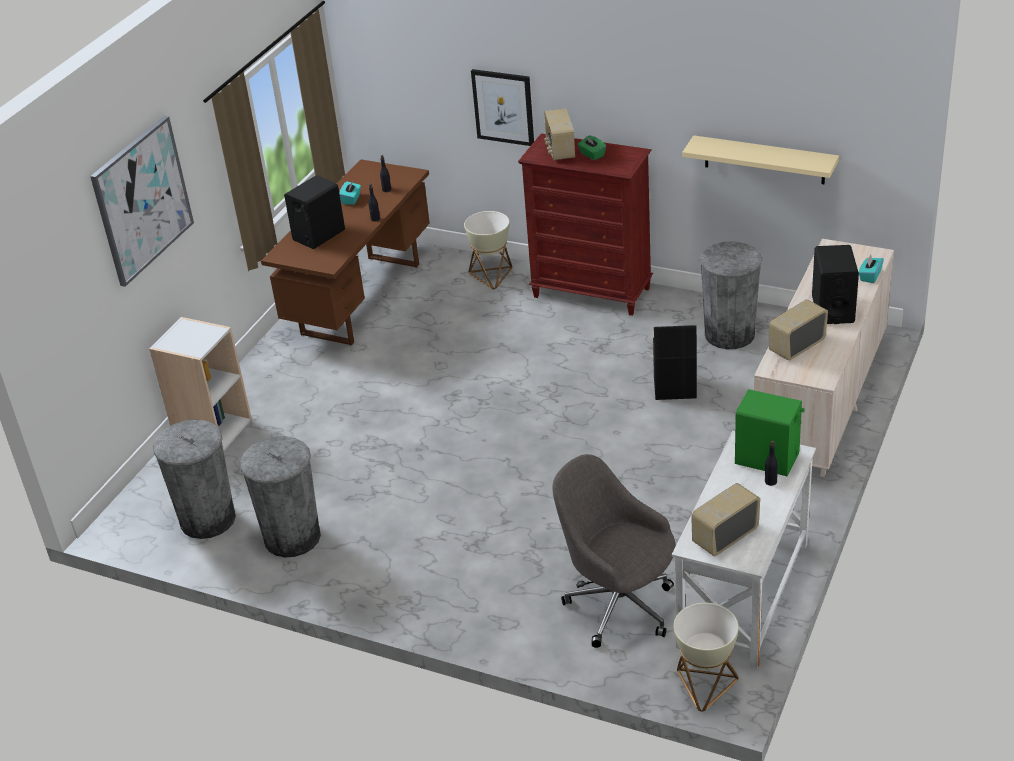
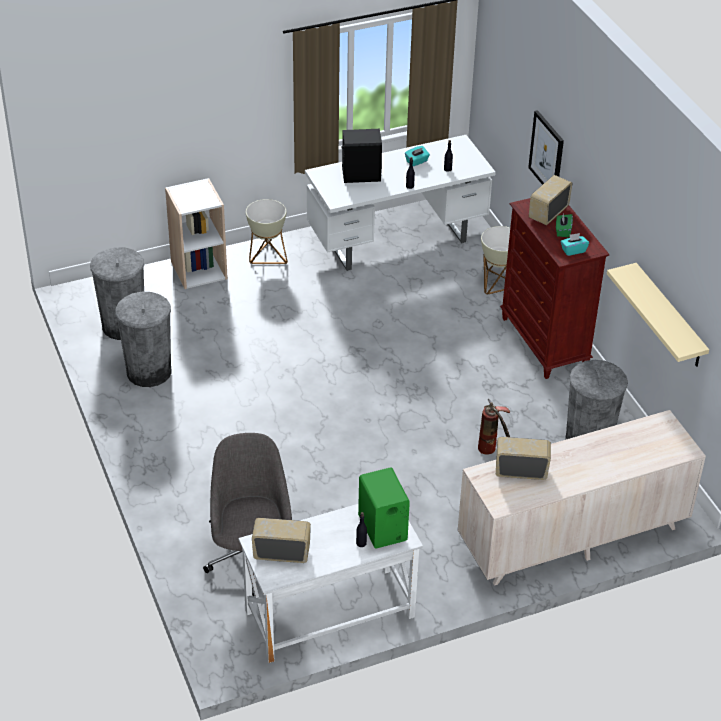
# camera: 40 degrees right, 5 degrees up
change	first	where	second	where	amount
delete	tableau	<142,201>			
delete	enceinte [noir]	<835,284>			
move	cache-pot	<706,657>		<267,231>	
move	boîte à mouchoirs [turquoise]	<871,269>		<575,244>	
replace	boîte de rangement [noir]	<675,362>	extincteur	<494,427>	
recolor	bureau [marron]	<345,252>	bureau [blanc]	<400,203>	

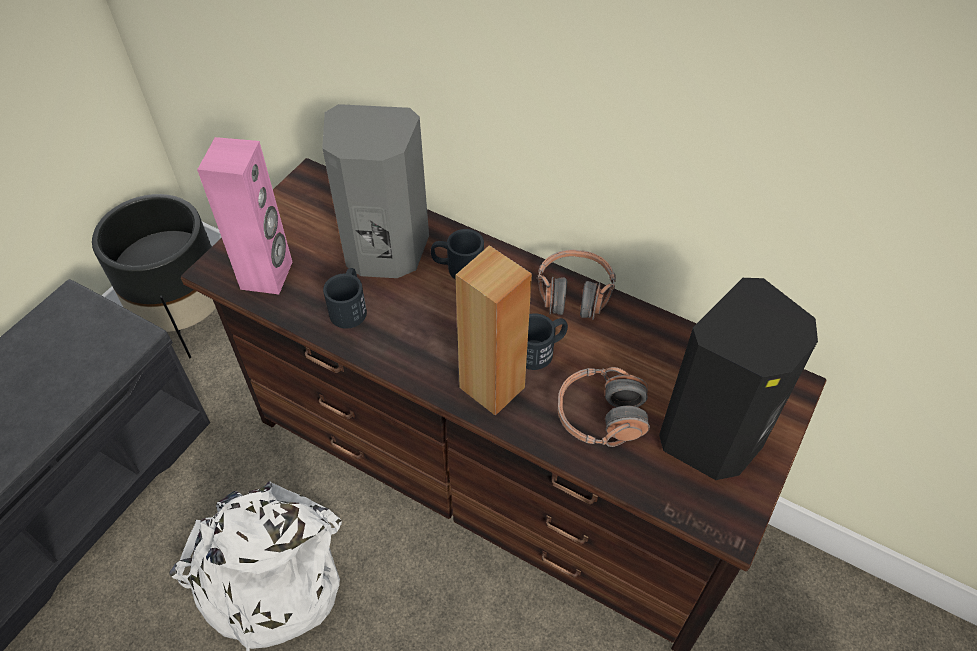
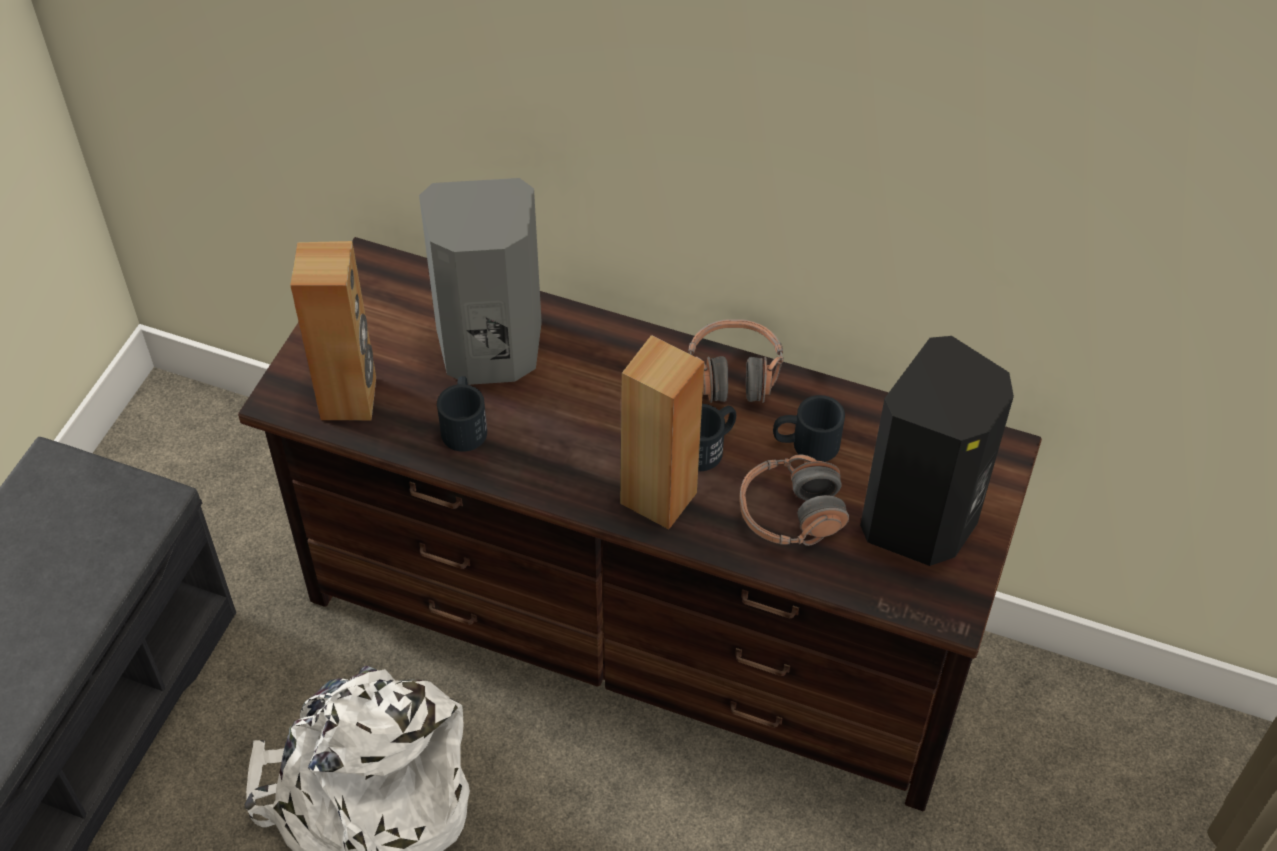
# camera: 10 degrees left, 0 degrees up
change	first	where	second	where	amount
delete	cache-pot [noir]	<154,276>			
move	mug [noir]	<457,254>		<809,428>	
recolor	enceinte [rose]	<244,216>	enceinte [marron]	<333,330>	

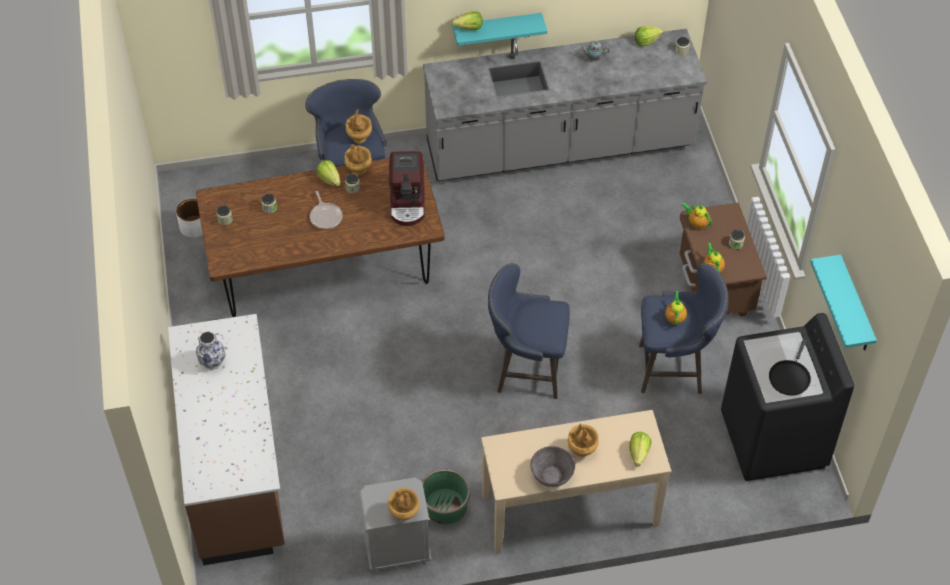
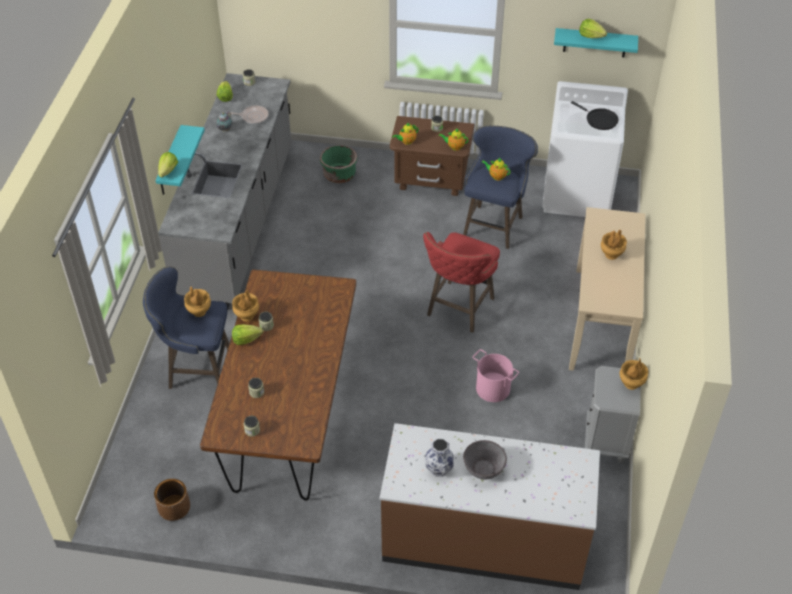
# camera: 70 degrees left, 5 degrees down
change	first	where	second	where	amount
delete	machine à café	<407,188>			
insert			seau [rose]	<495,375>	
move	poêle	<326,210>		<248,115>	
move	cache-pot [vert]	<446,496>		<338,164>	
move	bol [gris]	<552,466>		<485,460>	
move	laitue	<640,449>		<593,28>	
recolor	cache-pot [blanc]	<189,218>	cache-pot [marron]	<172,499>	
recolor	tabouret [bleu]	<529,331>	tabouret [rouge]	<461,282>	
recolor	lave-linge [noir]	<787,397>	lave-linge [blanc]	<585,149>	

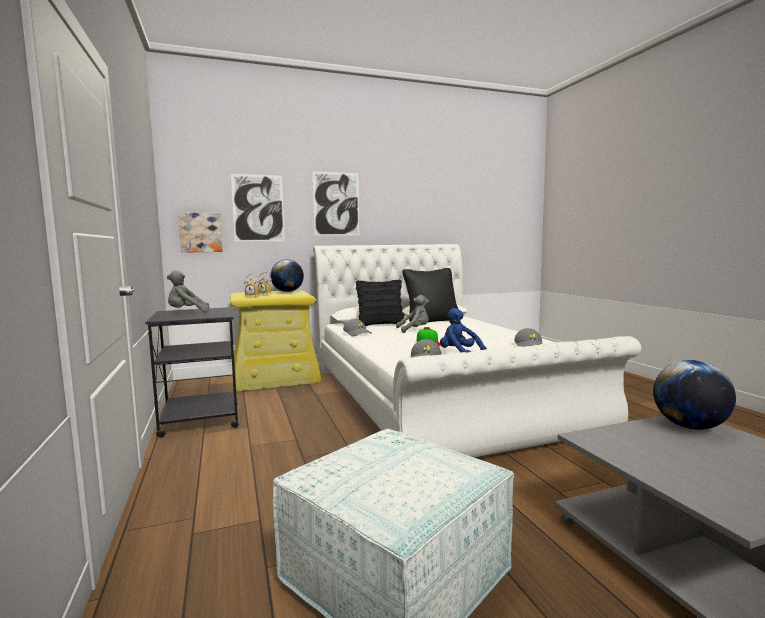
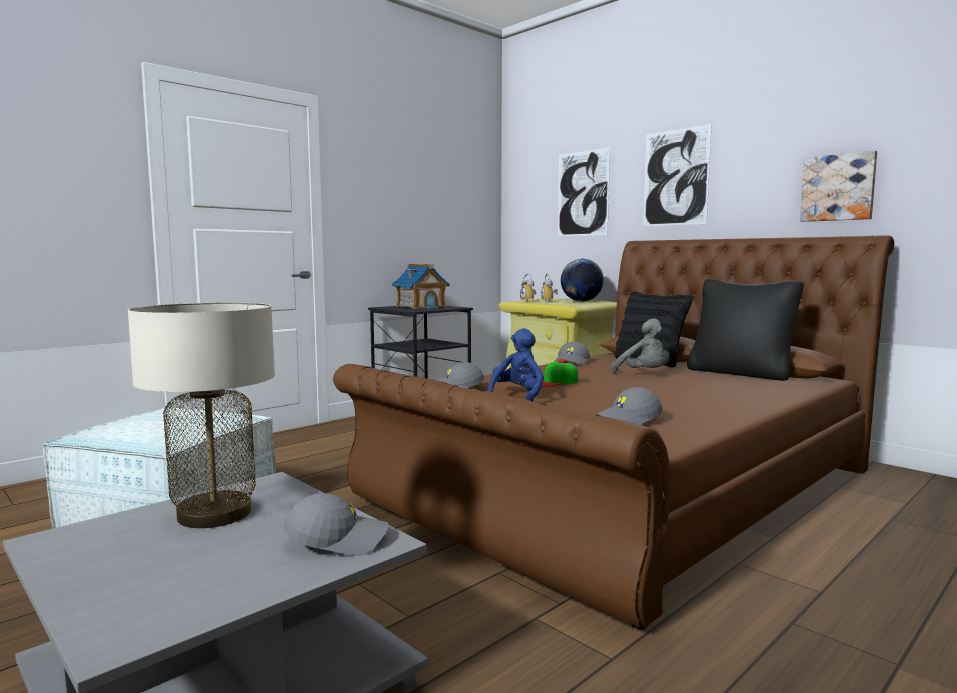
# camera: 65 degrees right, 0 degrees up
change	first	where	second	where	amount
insert			lampe de table	<201,415>	
move	tableau	<200,233>		<838,186>	
replace	peluche [gris]	<188,291>	maison miniature	<421,286>	
replace	globe	<694,395>	casquette [gris]	<336,524>	
recolor	lit [blanc]	<477,350>	lit [marron]	<613,432>	

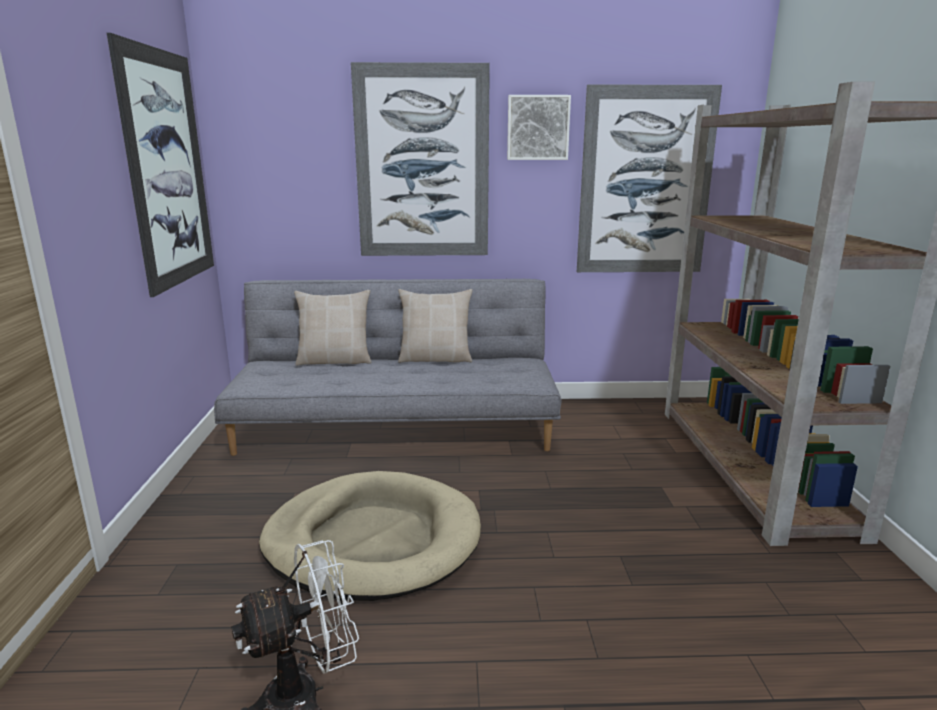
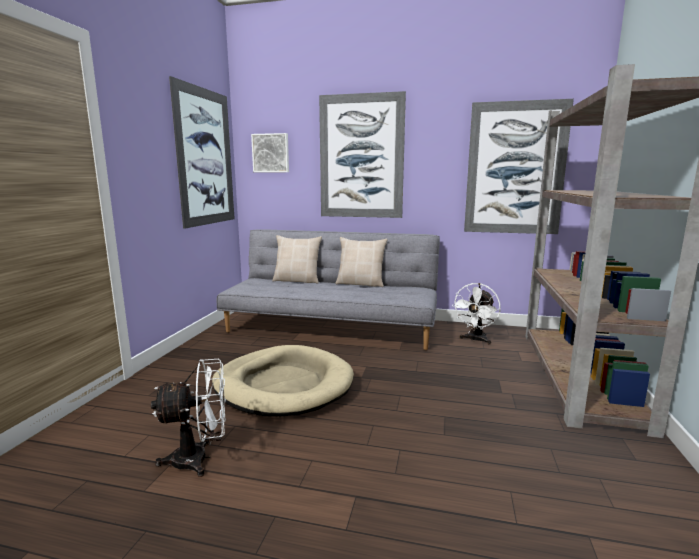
# camera: 15 degrees right, 5 degrees down
change	first	where	second	where	amount
insert			ventilateur [blanc]	<476,314>	
move	tableau	<539,127>		<270,152>	

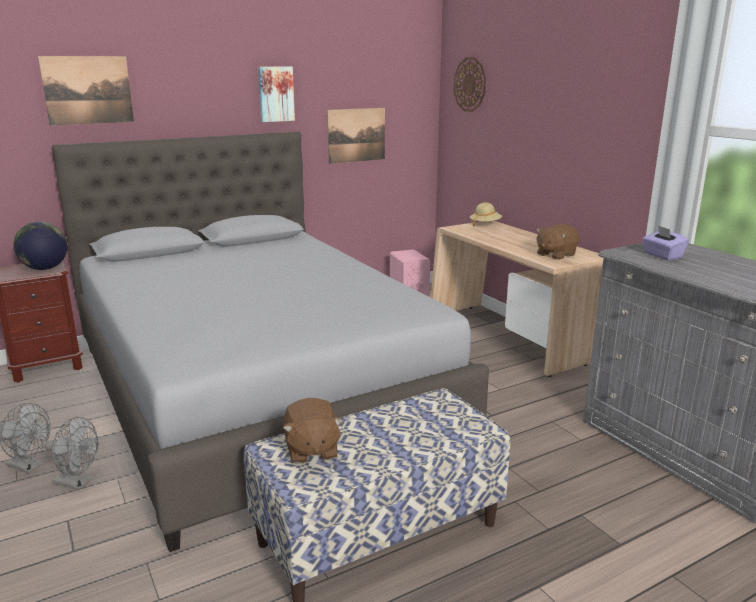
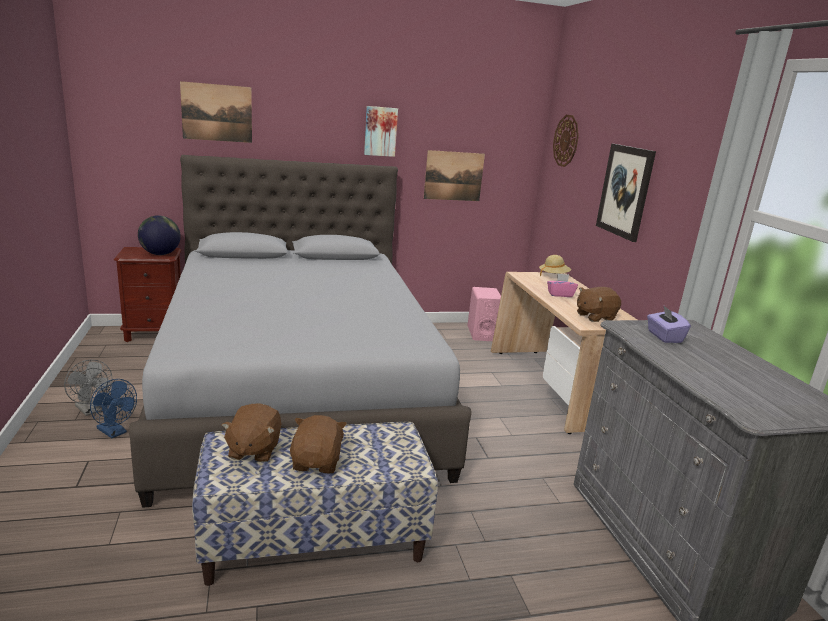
# camera: 15 degrees right, 0 degrees up
change	first	where	second	where	amount
insert			peluche [marron]	<318,444>	
insert			boîte à mouchoirs [rose]	<562,285>	
insert			tableau	<626,193>	
recolor	ventilateur [gris]	<71,453>	ventilateur [bleu]	<113,408>	

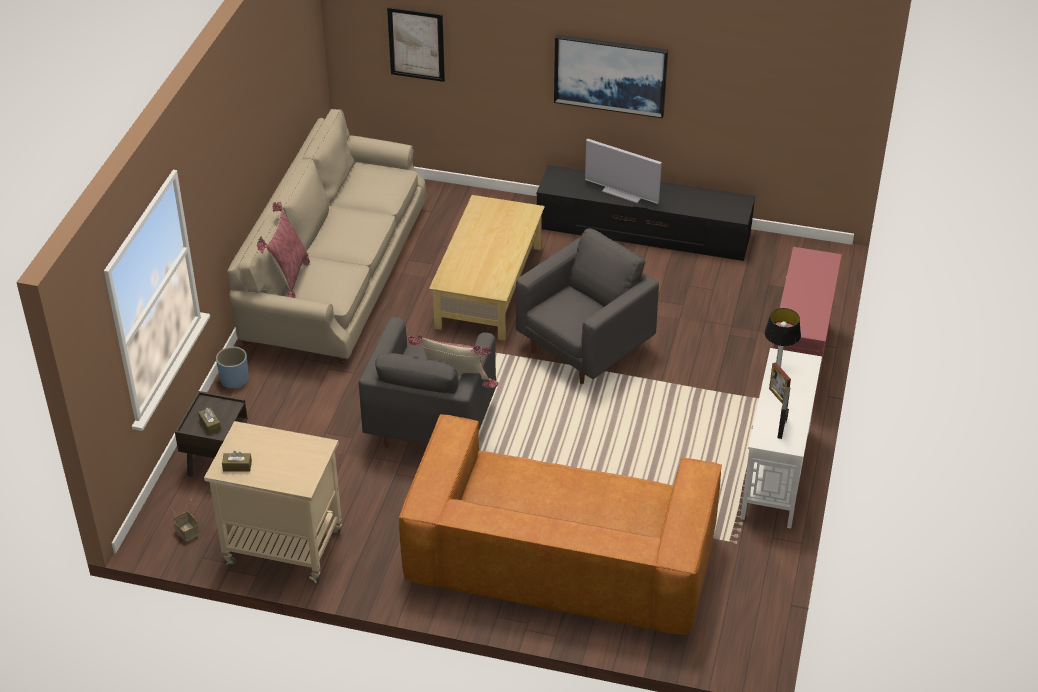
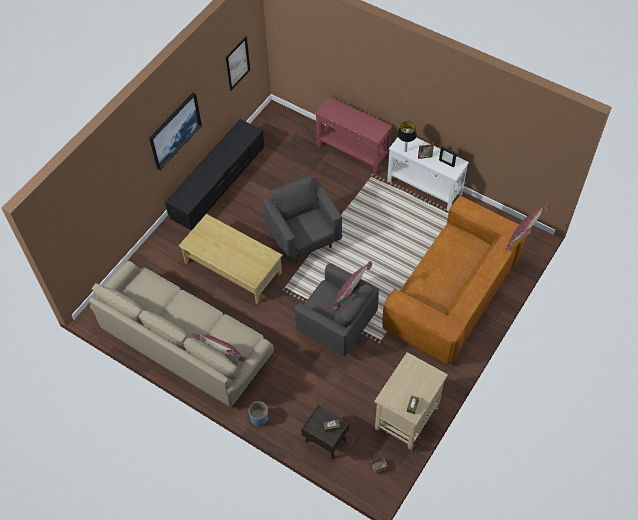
# camera: 70 degrees left, 15 degrees up
change	first	where	second	where	amount
delete	téléviseur	<623,171>			
insert			coussin [rouge]	<527,226>	
move	tableau	<416,44>		<238,64>	

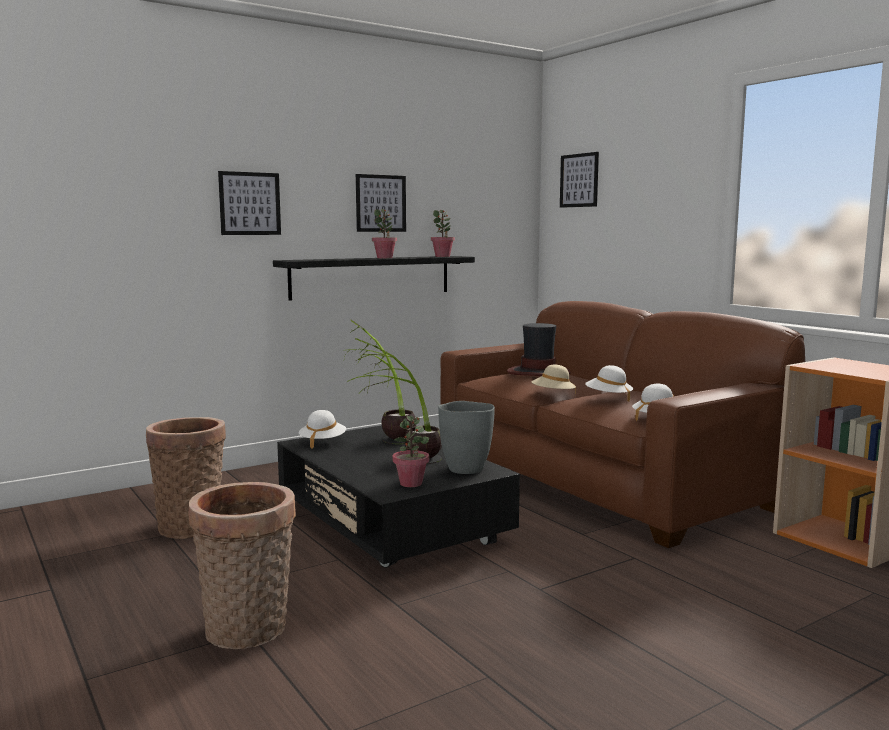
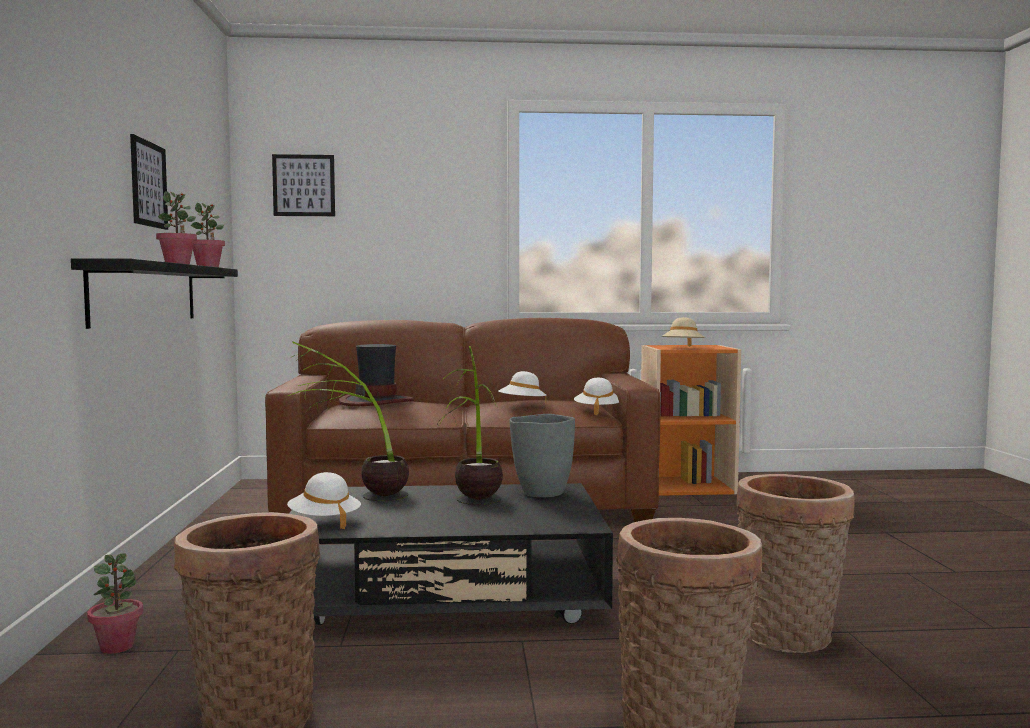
# camera: 60 degrees left, 5 degrees down
change	first	where	second	where	amount
delete	tableau	<249,203>			
insert			panier	<796,563>	
move	plante en pot	<410,451>		<115,603>	
move	chapeau [beige]	<554,379>		<683,332>	

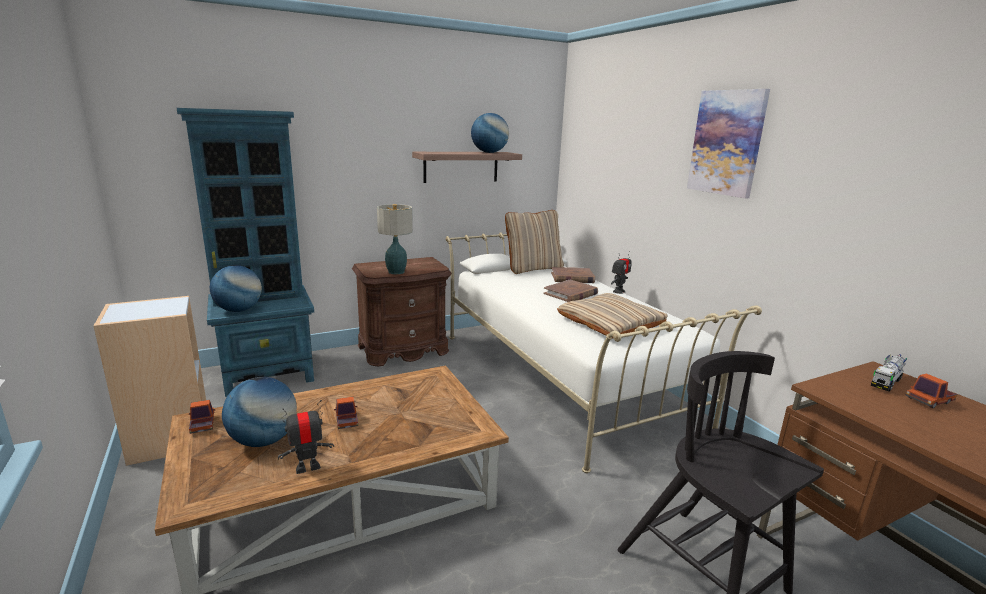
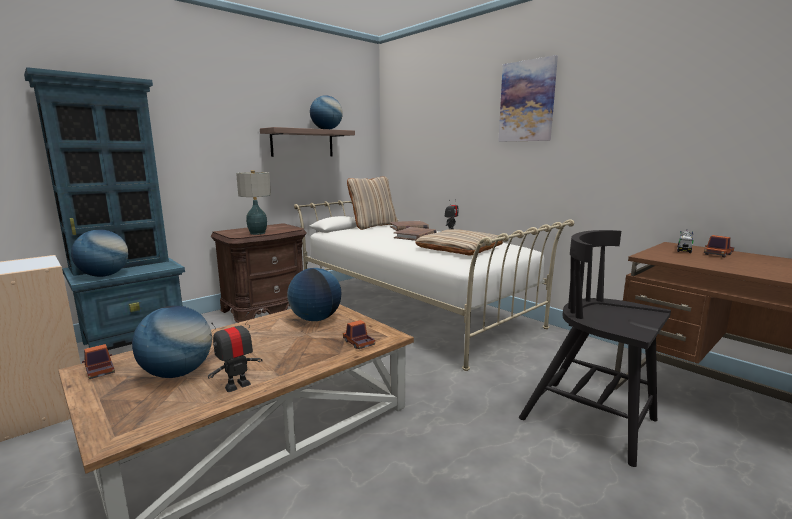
# camera: 15 degrees left, 5 degrees down
change	first	where	second	where	amount
insert			globe	<314,294>	
move	camion jouet	<346,413>		<359,334>	

